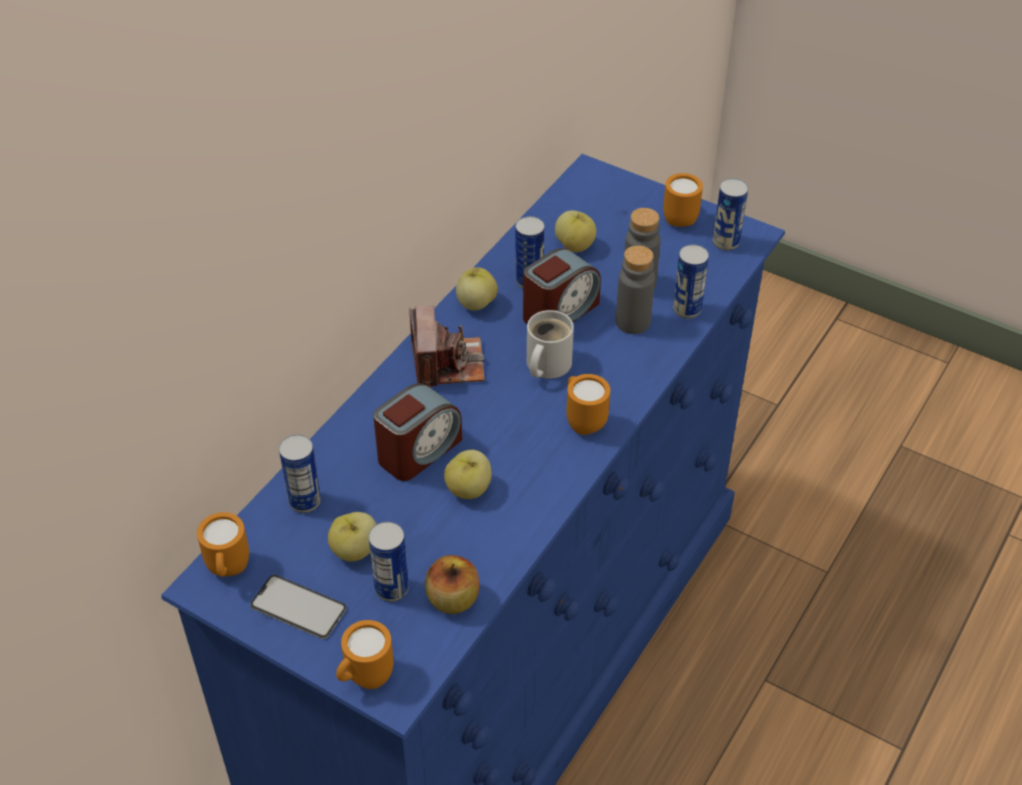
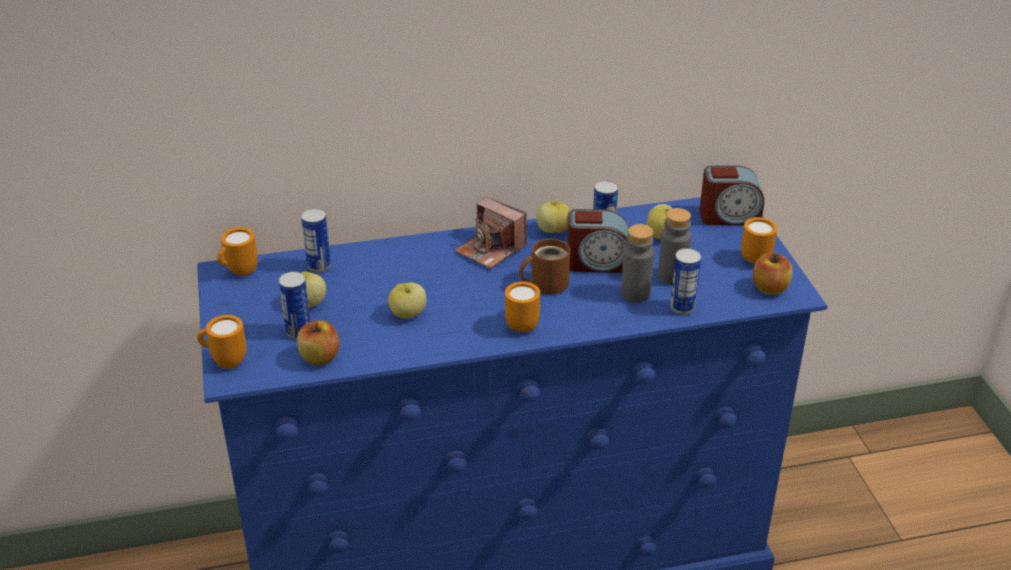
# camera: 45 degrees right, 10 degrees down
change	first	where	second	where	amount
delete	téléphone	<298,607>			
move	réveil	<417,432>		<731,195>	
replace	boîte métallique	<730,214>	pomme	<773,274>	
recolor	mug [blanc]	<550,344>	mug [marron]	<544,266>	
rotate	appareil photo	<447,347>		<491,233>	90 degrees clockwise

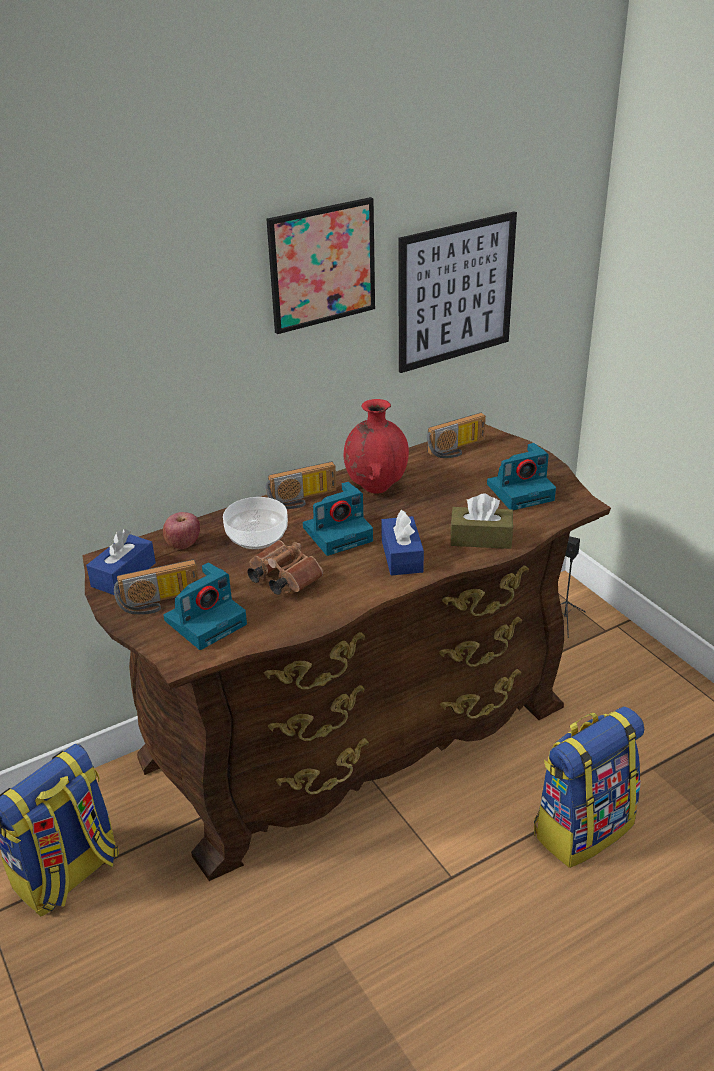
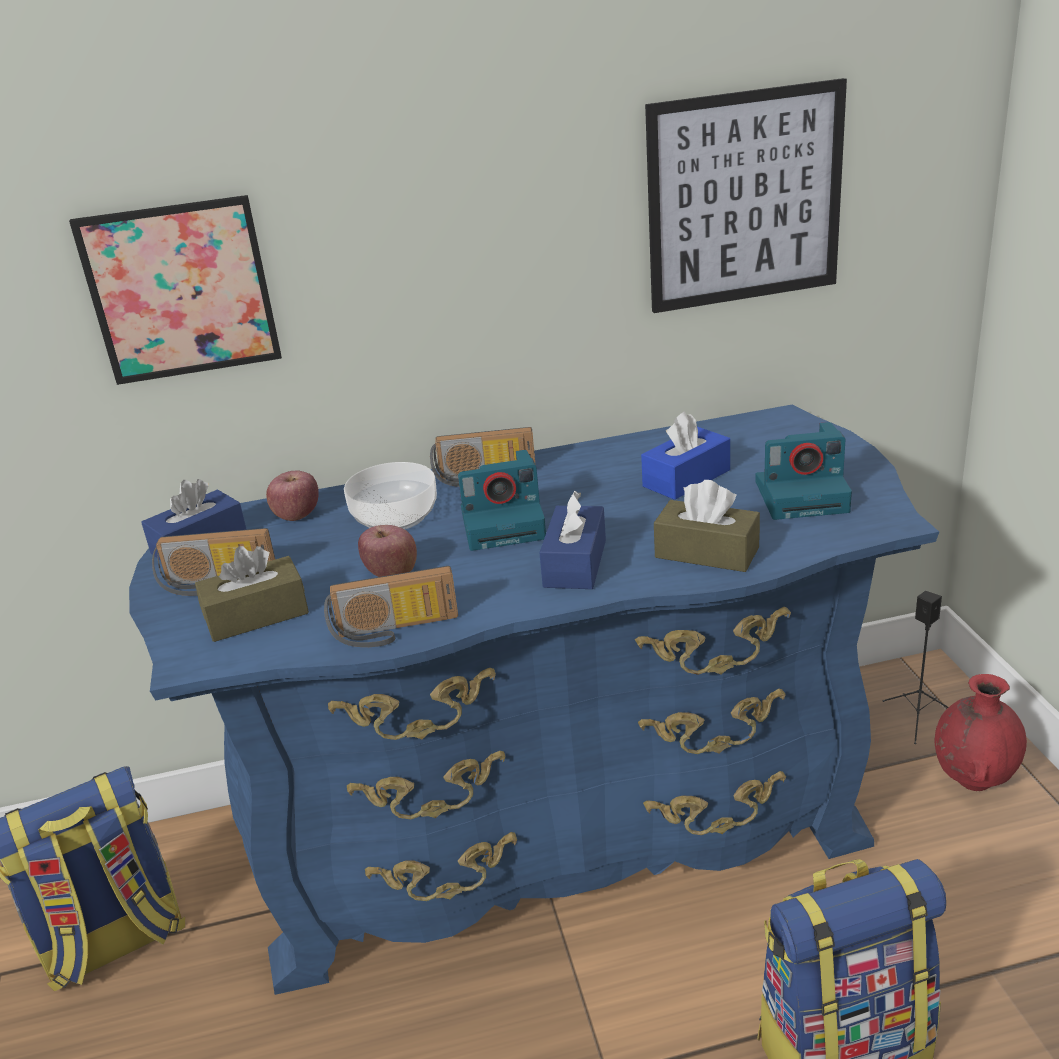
# camera: 20 degrees right, 5 degrees down
change	first	where	second	where	amount
insert			boîte à mouchoirs [bleu]	<685,455>	
move	tableau	<320,265>		<175,290>	
move	vase [rouge]	<376,446>		<981,732>	
move	radio	<456,435>		<391,606>	
replace	appareil photo	<205,606>	boîte à mouchoirs [marron]	<252,594>	
replace	jumelles [marron]	<285,567>	pomme	<387,551>	
recolor	commode [marron]	<346,652>	commode [bleu]	<534,700>	

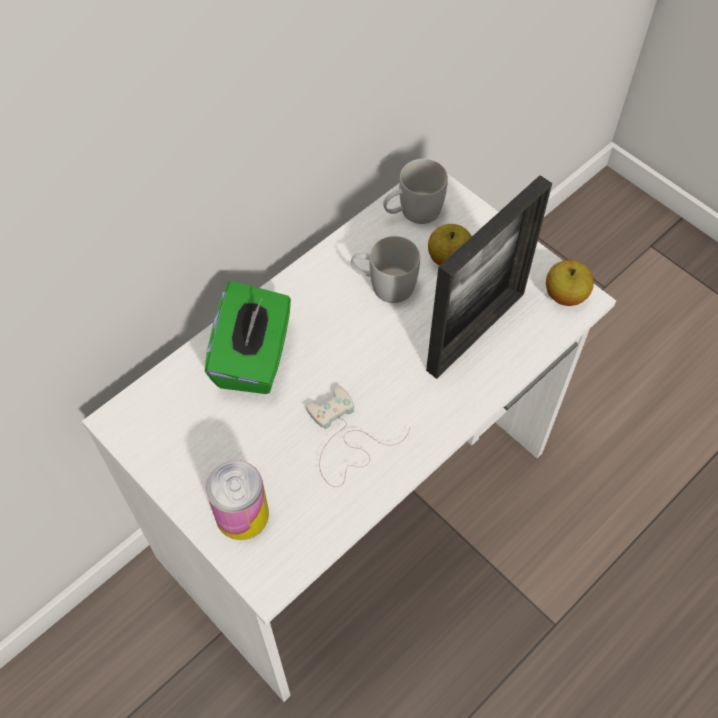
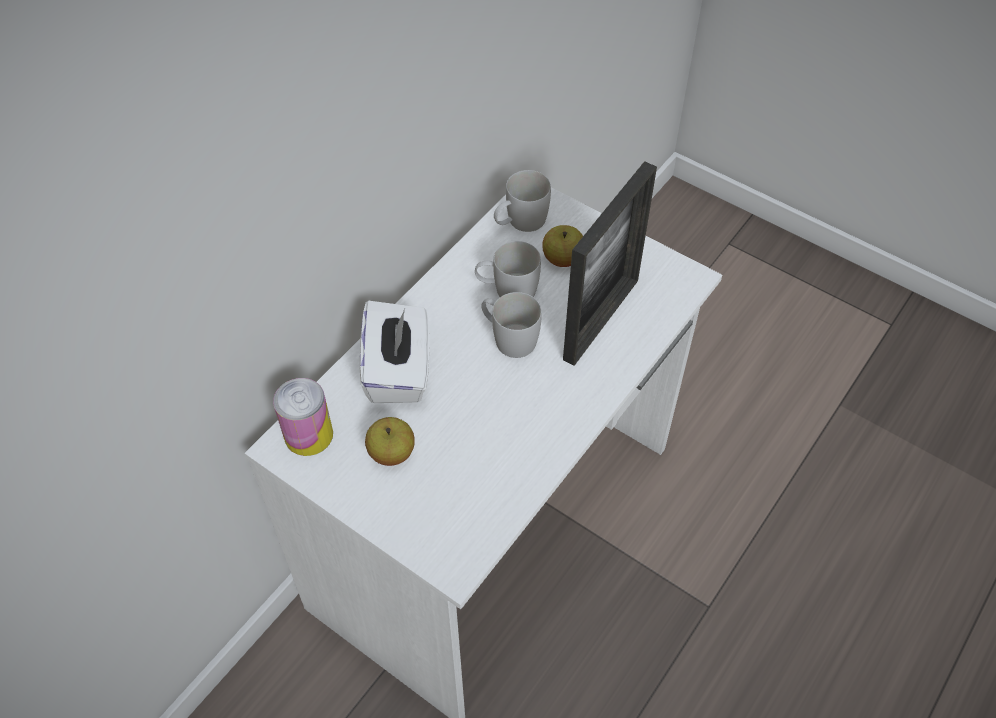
# camera: 10 degrees left, 5 degrees down
change	first	where	second	where	amount
delete	manette [blanc]	<358,436>			
insert			mug [blanc]	<511,325>	
move	boîte métallique	<237,500>		<303,417>	
move	pomme	<570,283>		<390,441>	
recolor	boîte à mouchoirs [vert]	<248,337>	boîte à mouchoirs [blanc]	<394,352>	

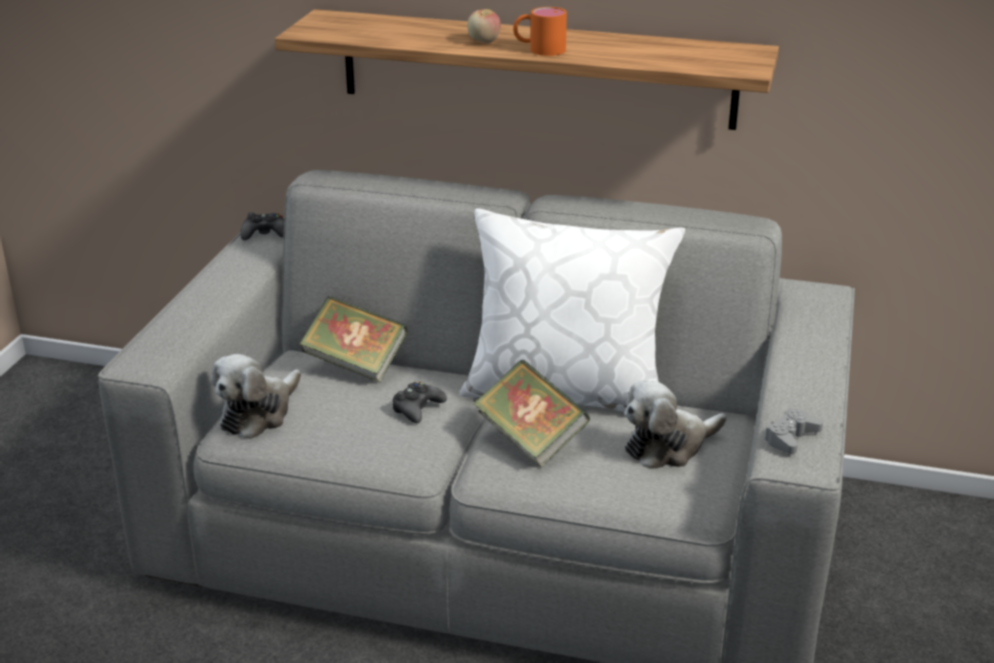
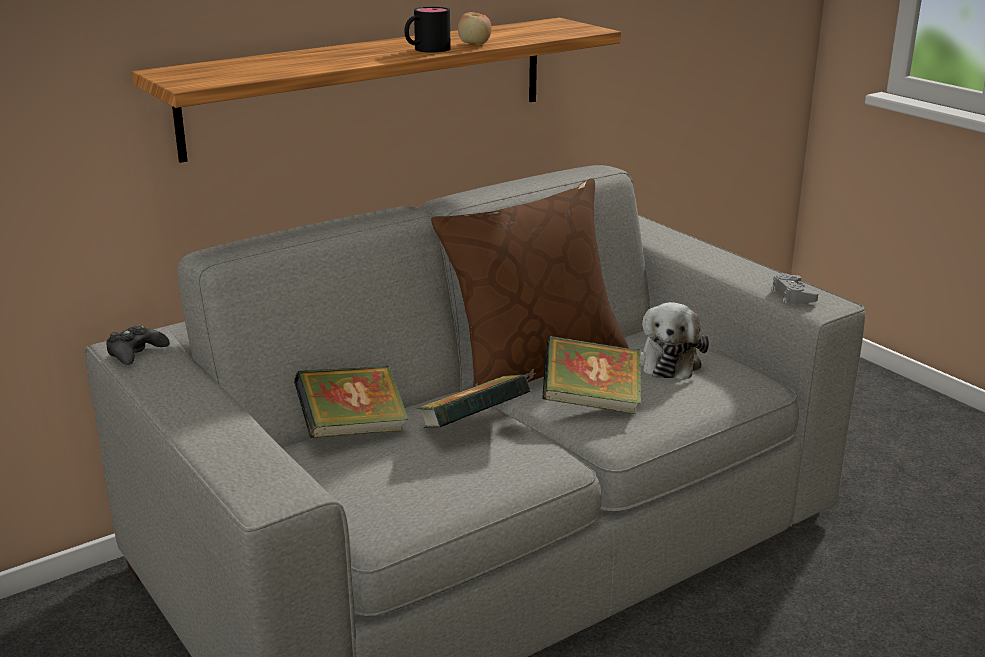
# camera: 50 degrees left, 5 degrees down
change	first	where	second	where	amount
delete	peluche	<256,396>			
move	pomme	<484,26>		<475,28>	
replace	manette [noir]	<420,402>	livre	<474,401>	
recolor	coussin [blanc]	<572,310>	coussin [marron]	<530,282>	
recolor	mug [orange]	<540,31>	mug [noir]	<427,30>	

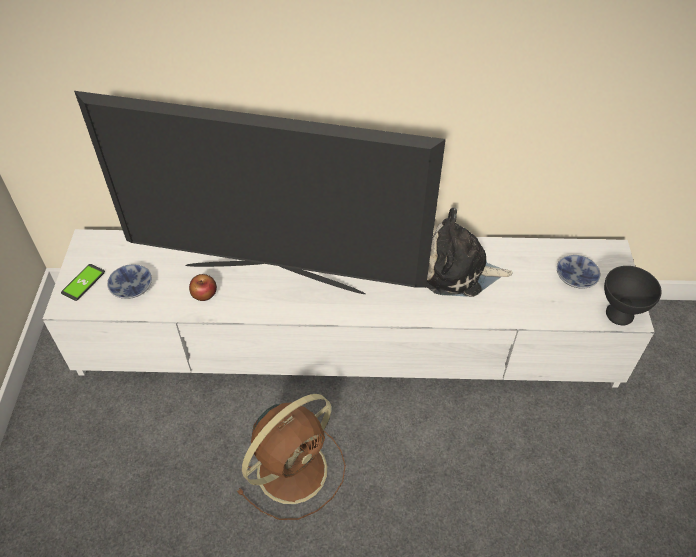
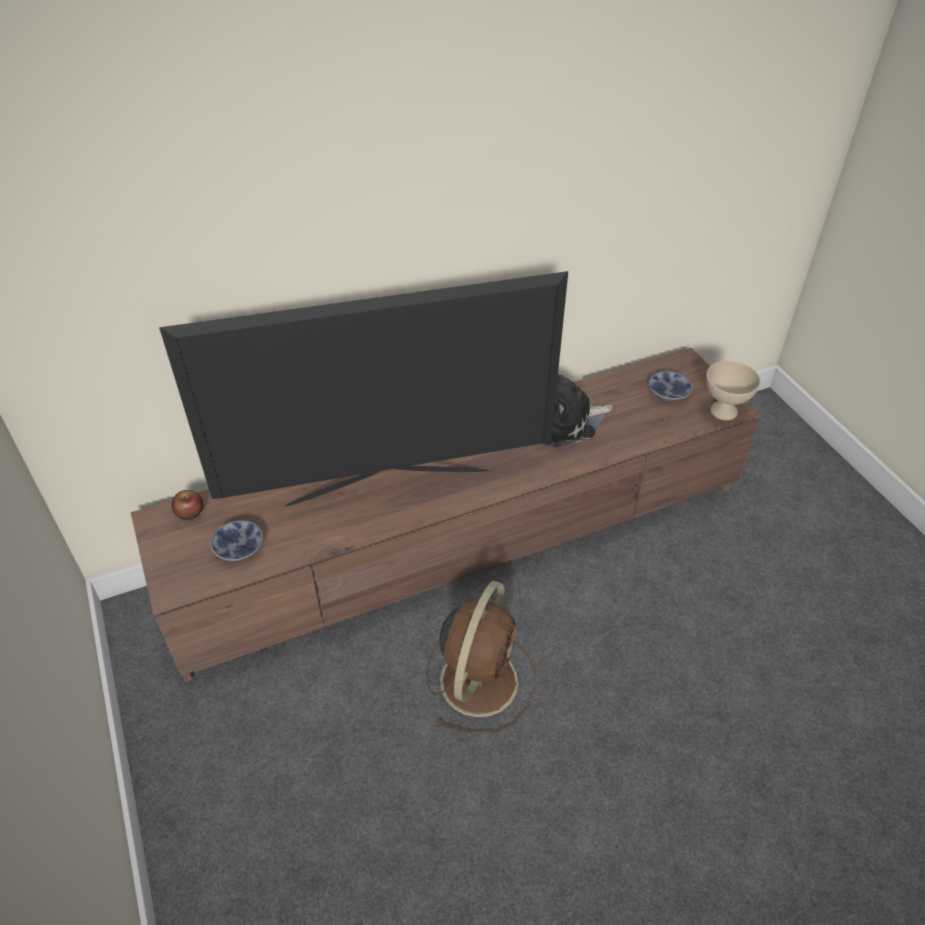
# camera: 25 degrees left, 5 degrees down
change	first	where	second	where	amount
delete	téléphone	<83,282>			
move	pomme	<203,287>		<187,505>	
recolor	meuble télé [blanc]	<348,308>	meuble télé [marron]	<445,515>	
recolor	bol [noir]	<633,295>	bol [beige]	<733,390>	

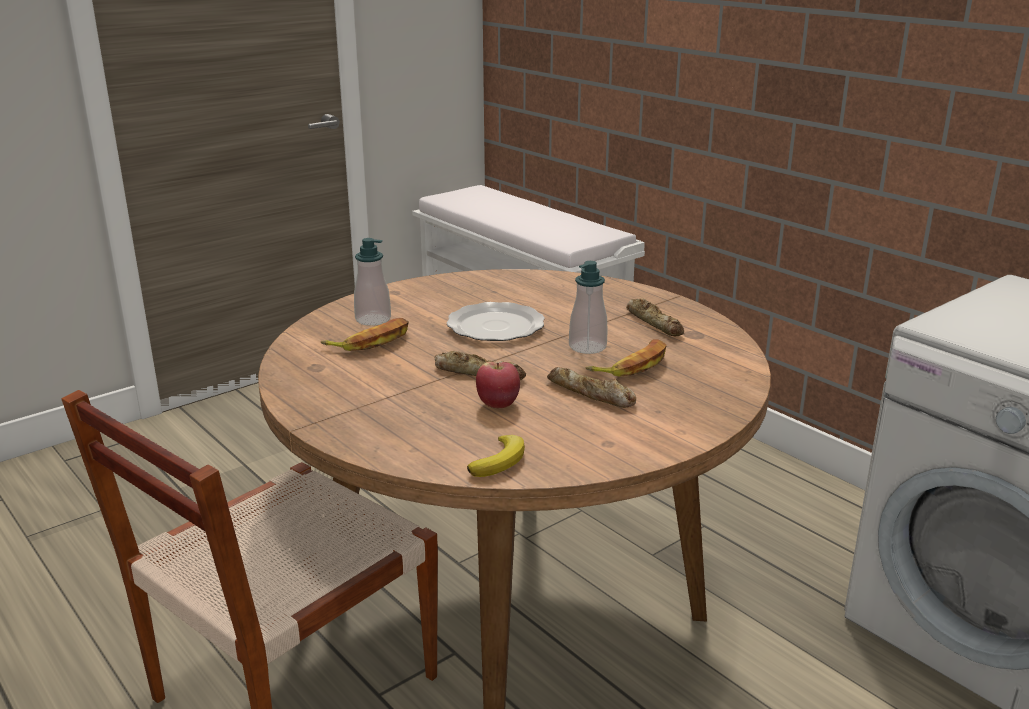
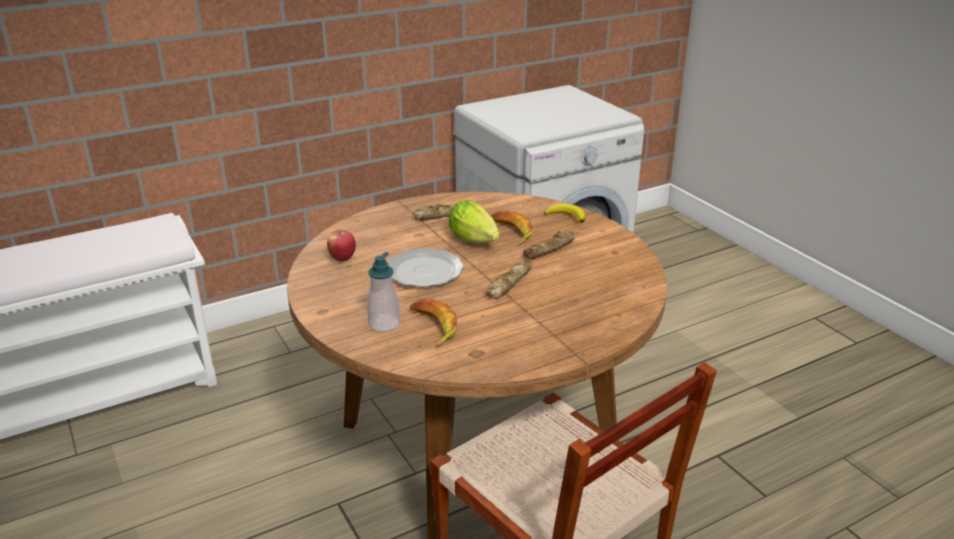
# camera: 80 degrees left, 5 degrees up
change	first	where	second	where	amount
move	banane	<496,456>		<565,213>	
move	pomme	<498,385>		<341,246>	
replace	distributeur de savon	<588,307>	laitue	<474,222>	

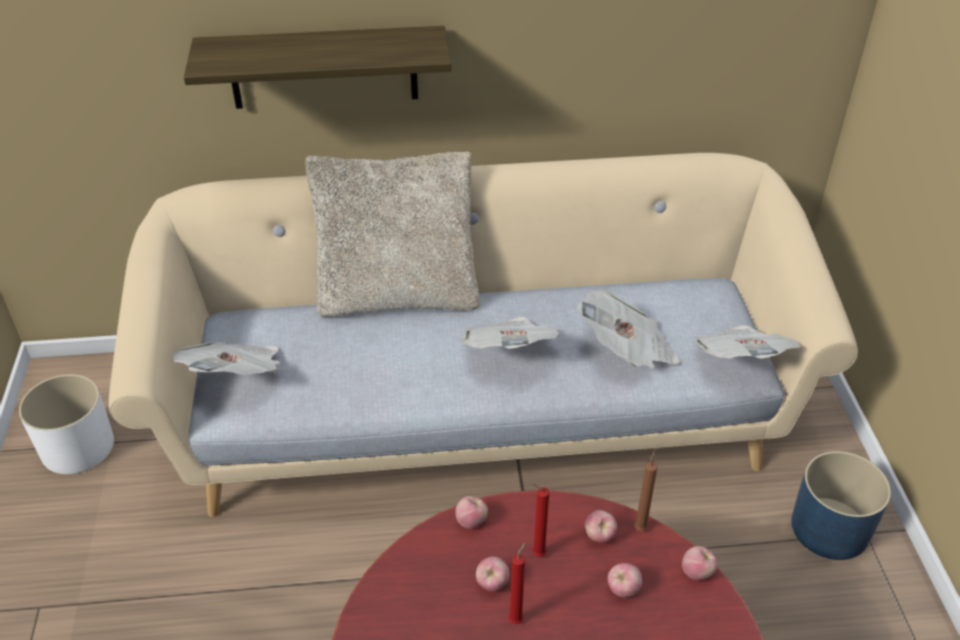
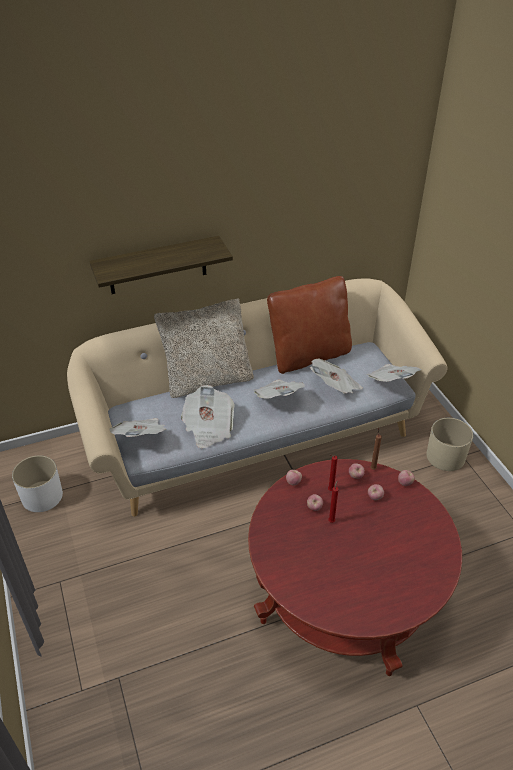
# camera: 15 degrees left, 0 degrees up
change	first	where	second	where	amount
insert			journal	<208,416>	
insert			coussin [marron]	<309,325>	
recolor	cache-pot [bleu]	<841,505>	cache-pot [beige]	<450,444>	

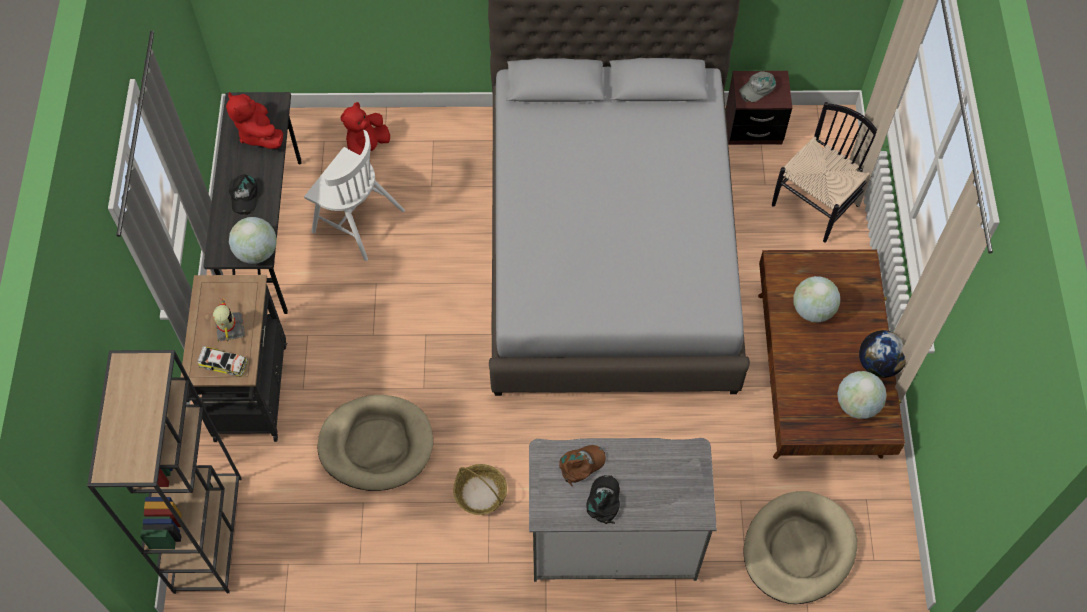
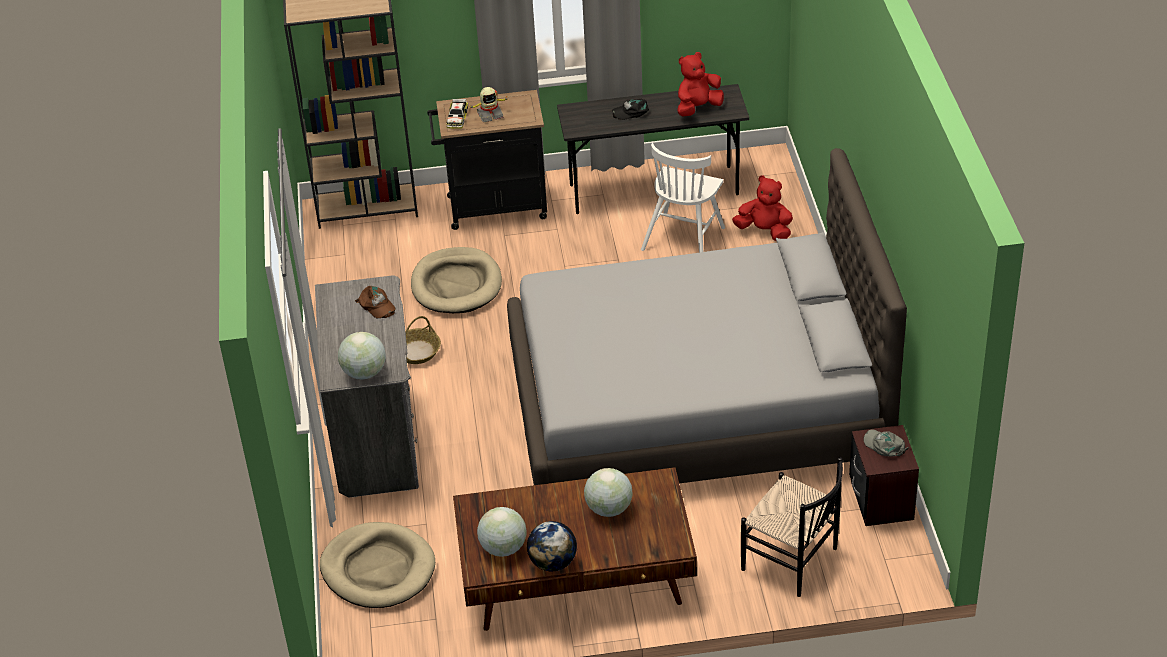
# camera: 85 degrees right, 20 degrees down
change	first	where	second	where	amount
delete	casquette [noir]	<603,499>			
move	globe	<253,240>		<362,356>	

